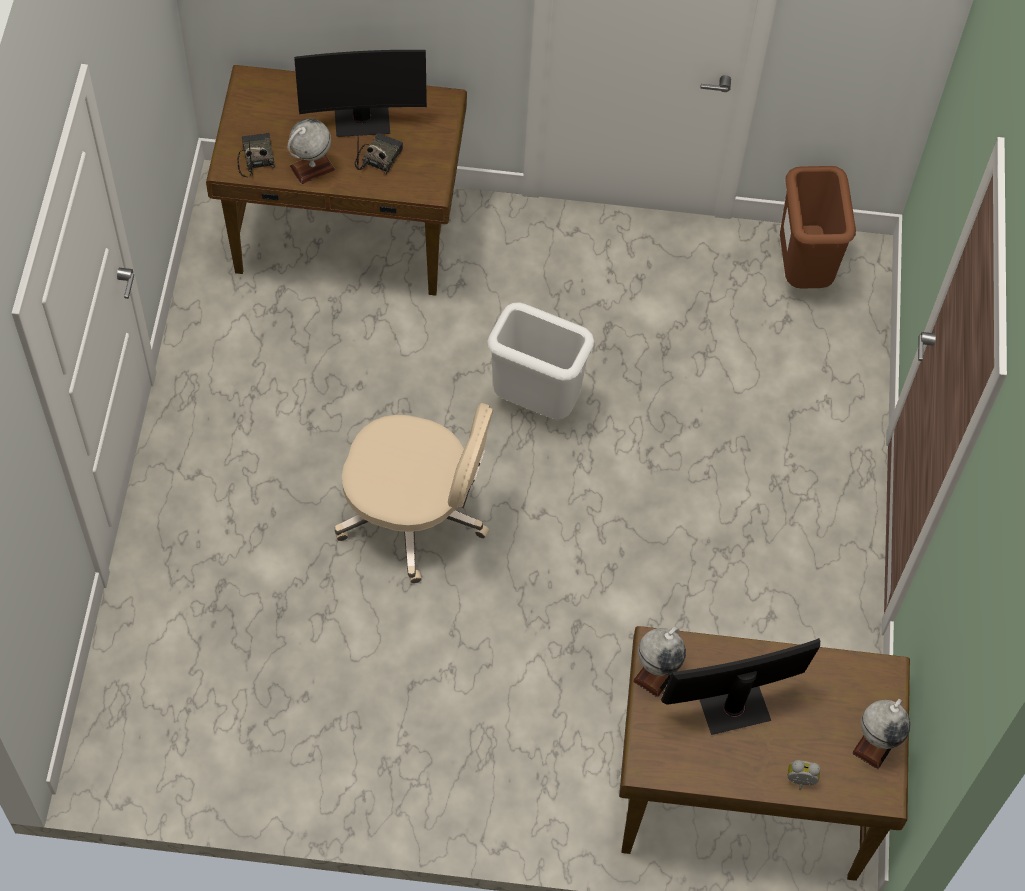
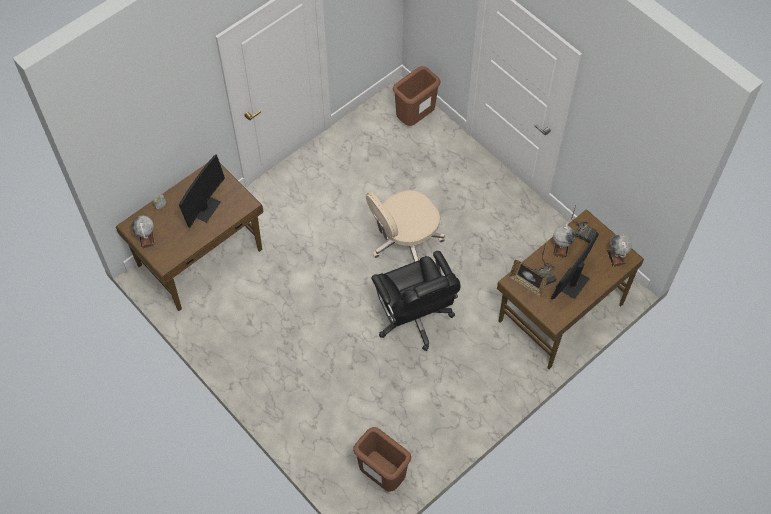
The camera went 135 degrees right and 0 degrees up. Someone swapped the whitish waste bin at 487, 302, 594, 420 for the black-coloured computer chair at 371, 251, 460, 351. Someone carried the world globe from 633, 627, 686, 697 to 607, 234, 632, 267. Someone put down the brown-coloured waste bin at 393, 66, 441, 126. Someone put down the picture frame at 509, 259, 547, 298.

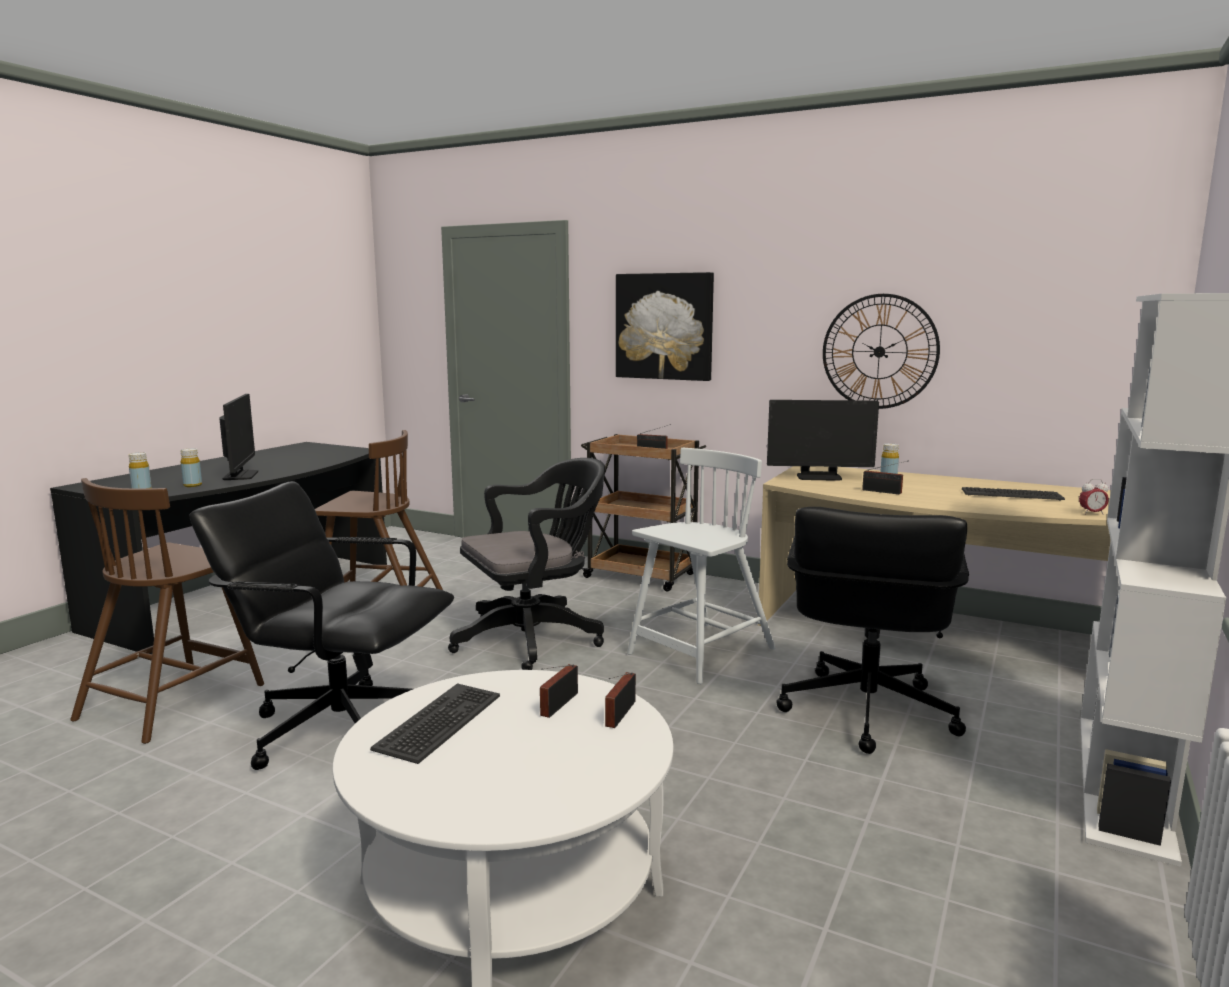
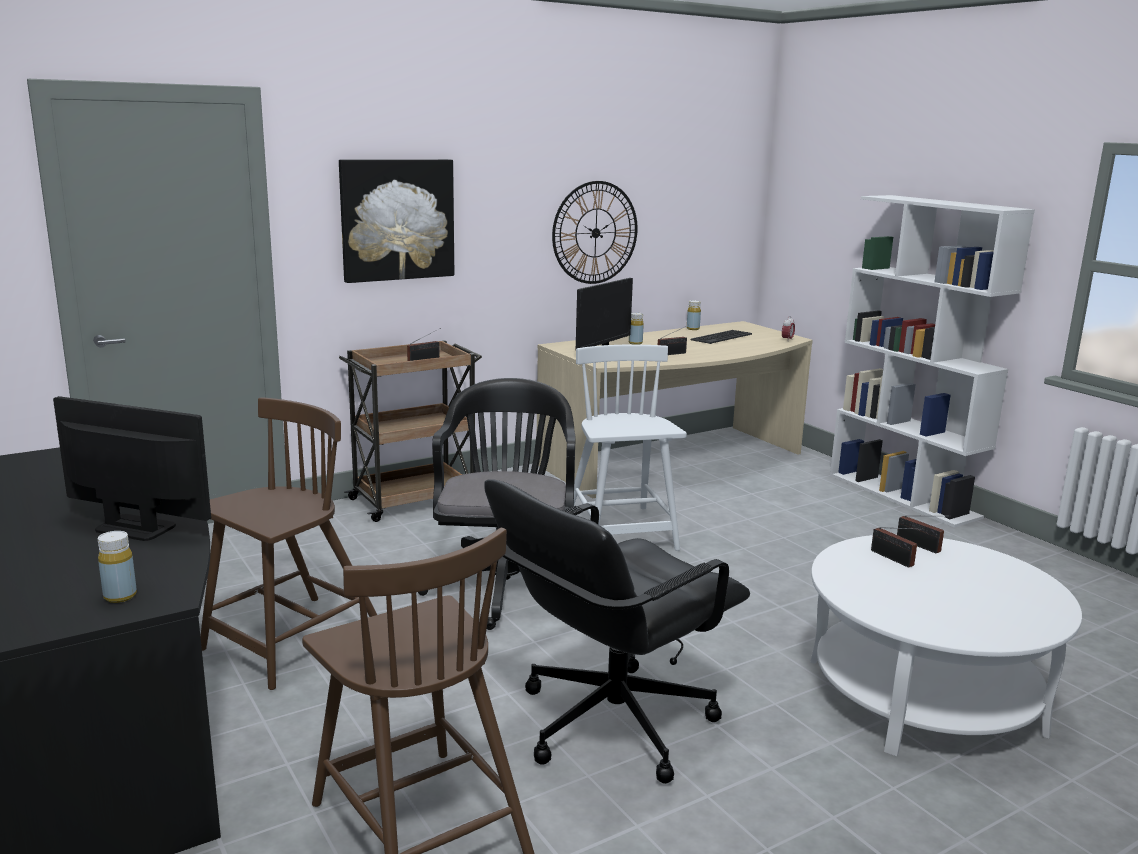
The camera went 60 degrees left and 5 degrees up. Someone carried the yellow bottle from 180, 448, 202, 487 to 687, 300, 701, 330. Someone took away the computer keyboard at 370, 683, 500, 764. Someone took away the black-coloured computer chair at 776, 507, 969, 754.

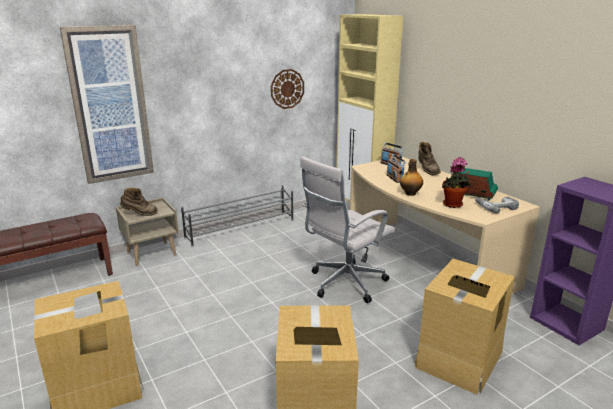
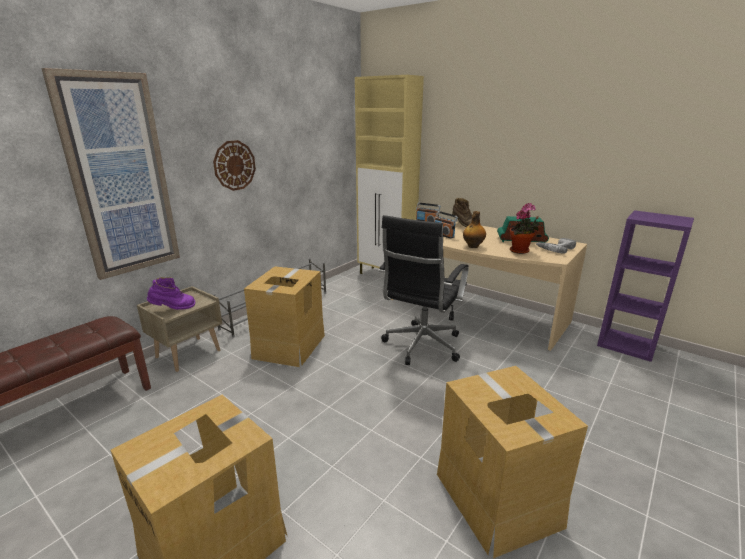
The camera went 20 degrees left and 0 degrees up. Someone repainted the brown-coloured tall boot at 120, 187, 158, 216, which became the purplish tall boot at 147, 277, 195, 310. Someone carried the wall clock from 271, 69, 304, 109 to 213, 140, 256, 191. Someone repainted the whitish computer chair at 300, 156, 395, 303, which became the black-coloured computer chair at 378, 215, 469, 365. Someone carried the packing box from 415, 259, 515, 395 to 244, 266, 325, 367.

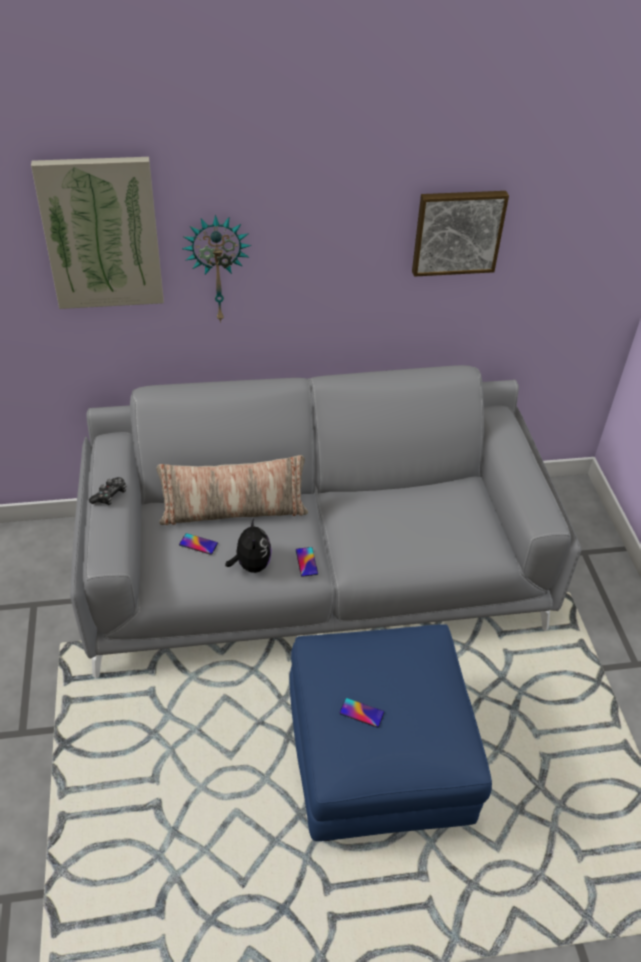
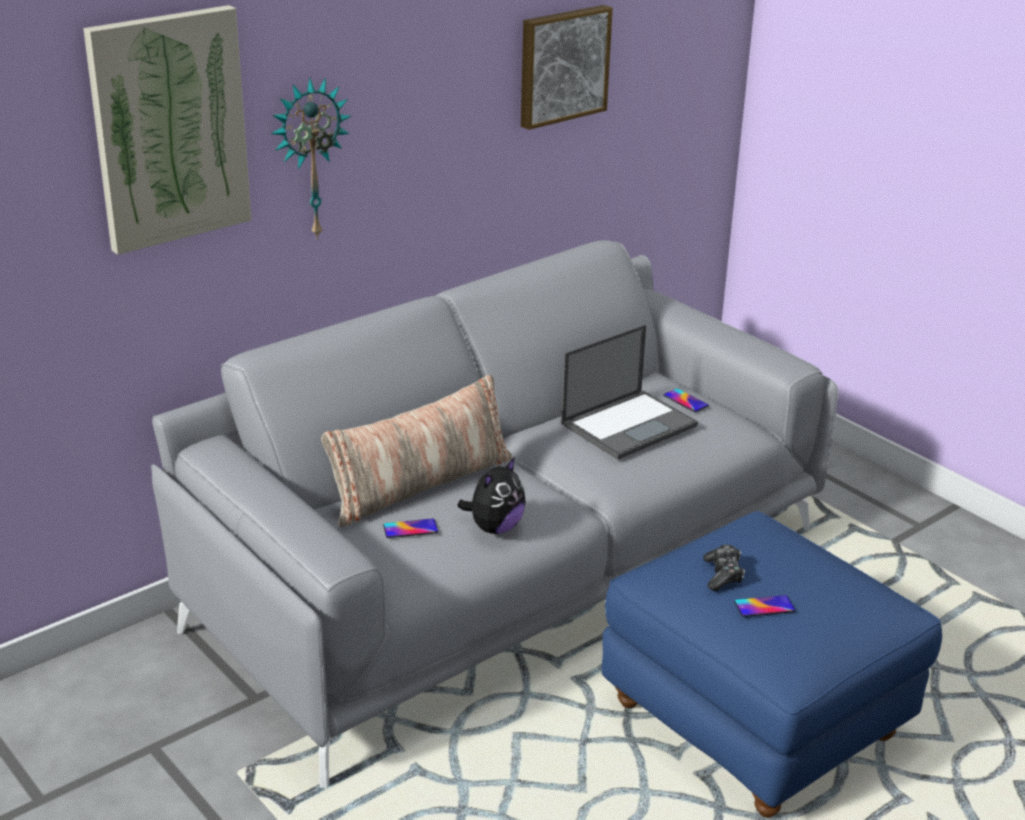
The camera went 30 degrees left and 15 degrees down. Someone carried the joypad from 89, 477, 126, 505 to 703, 545, 745, 591. Someone rotated the plush toy at 225, 518, 272, 573 by 75 degrees clockwise. Someone carried the phone from 296, 547, 318, 577 to 663, 389, 709, 412. Someone put down the notebook computer at 561, 324, 698, 459.

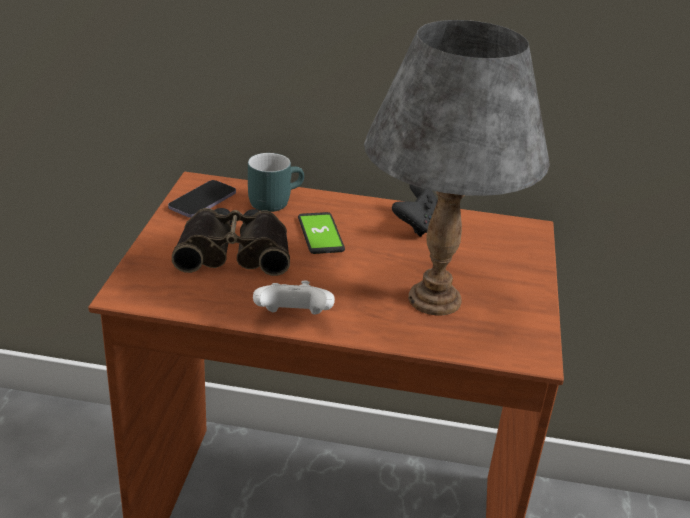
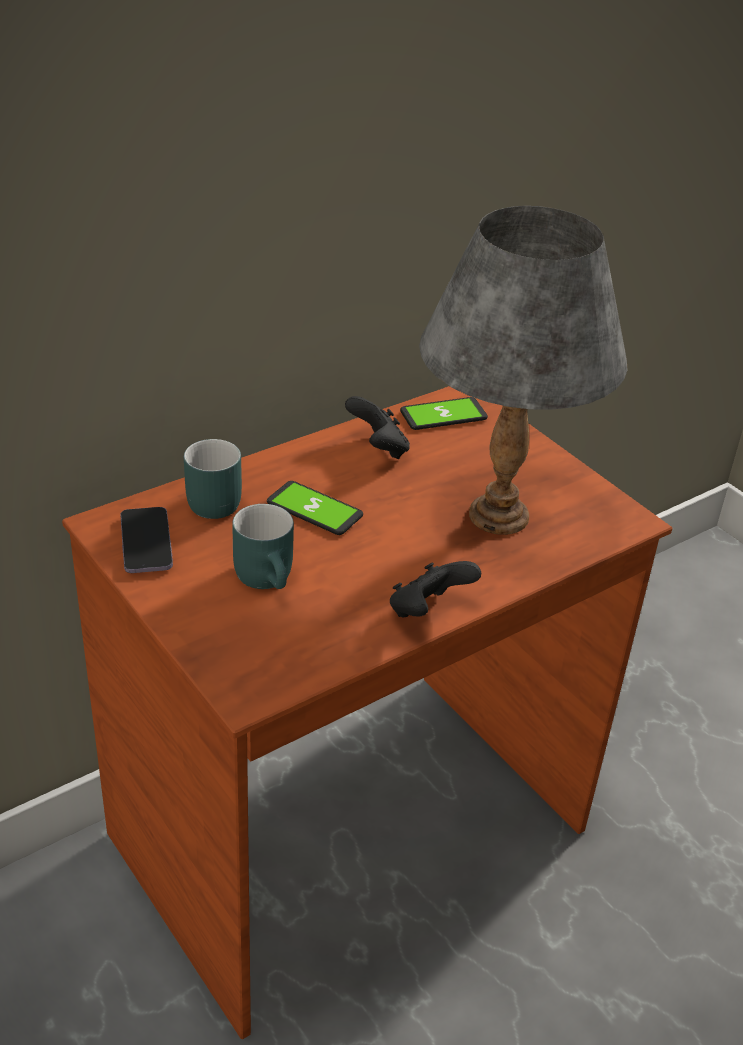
The camera went 45 degrees left and 5 degrees up. Someone swapped the pair of binoculars at 172, 208, 290, 276 for the turquoise-coloured coffee mug at 232, 504, 294, 589. Someone repainted the whitish joypad at 253, 281, 335, 315, which became the black-coloured joypad at 390, 561, 481, 618. Someone put down the phone at 400, 397, 488, 430.

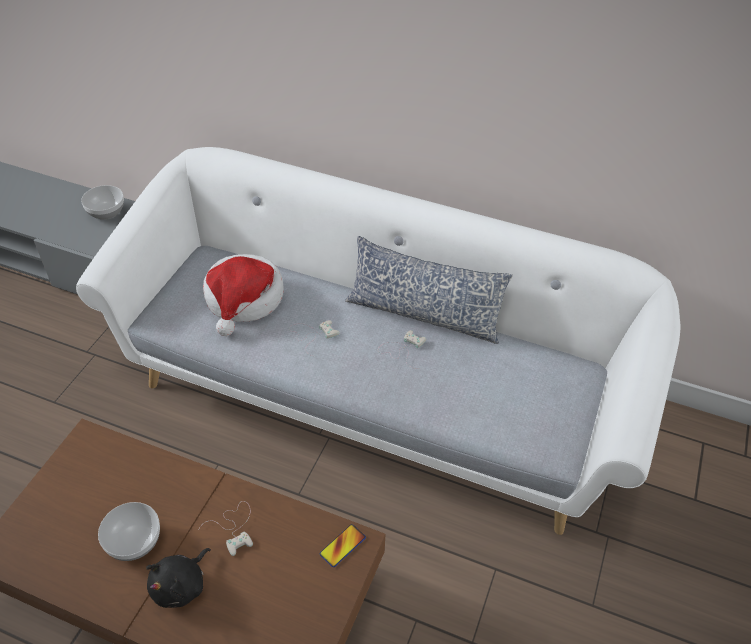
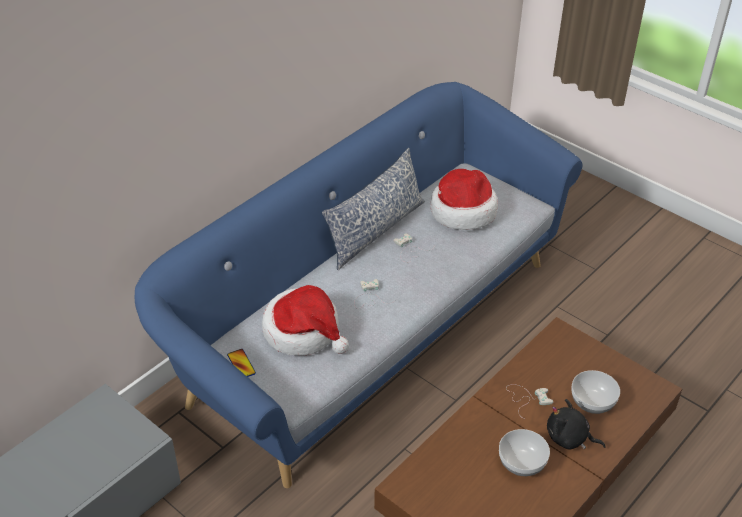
The camera went 70 degrees left and 5 degrees down. Someone repainted the whitish settee at 76, 147, 681, 535, which became the blue-coloured settee at 135, 82, 582, 488. Someone carried the bowl from 81, 185, 124, 220 to 572, 370, 620, 414. Someone rotated the black-coloured plush toy at 146, 548, 211, 608 by 150 degrees clockwise. Someone carried the phone from 320, 524, 366, 567 to 227, 349, 256, 377. Someone put down the hat at 431, 169, 498, 230.

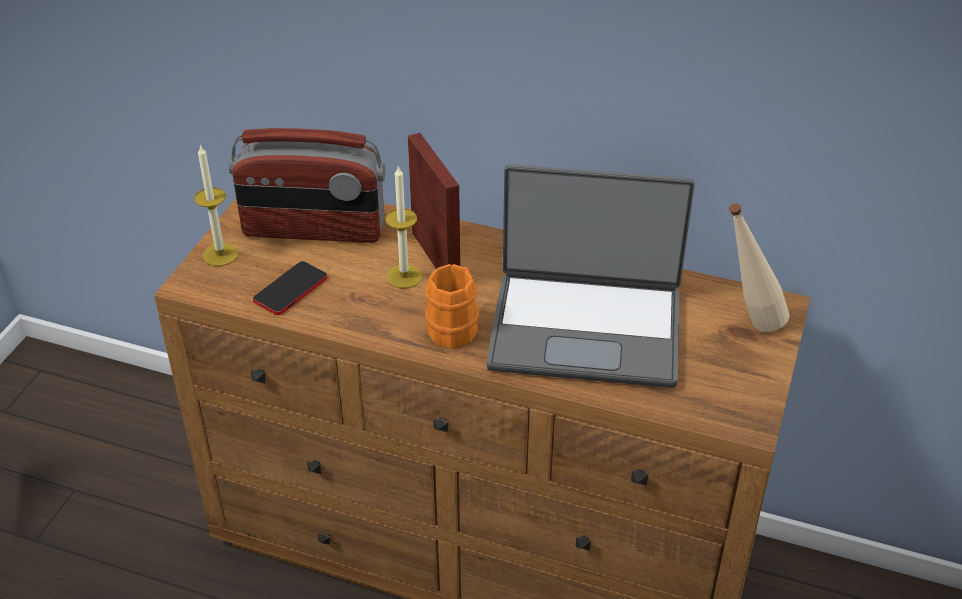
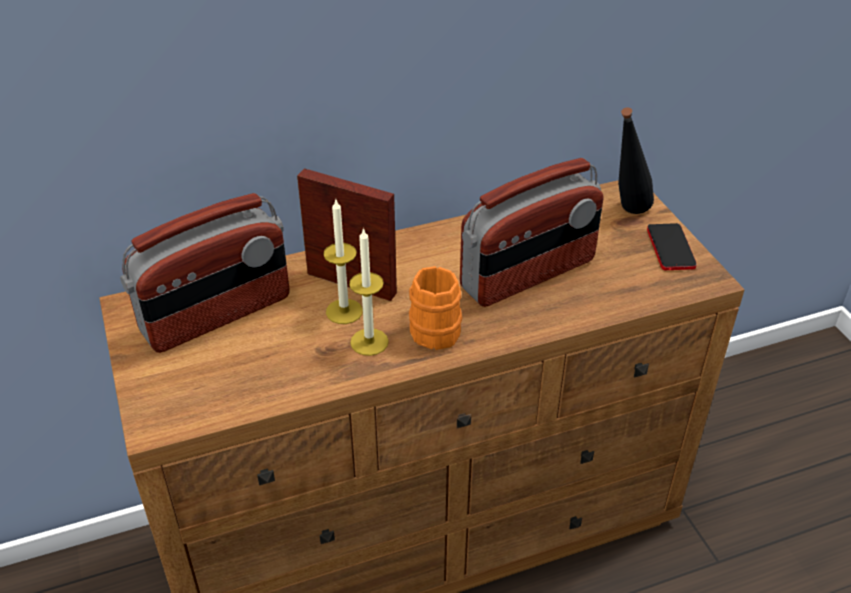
The camera went 40 degrees left and 0 degrees up. Someone carried the wax light from 194, 144, 238, 266 to 349, 228, 389, 356. Someone carried the phone from 253, 261, 327, 315 to 647, 223, 697, 270. Someone swapped the notebook computer at 486, 164, 695, 388 for the radio receiver at 460, 158, 604, 307. Someone repainted the sand-coloured bottle at 729, 203, 790, 332, which became the black-coloured bottle at 618, 107, 654, 214.

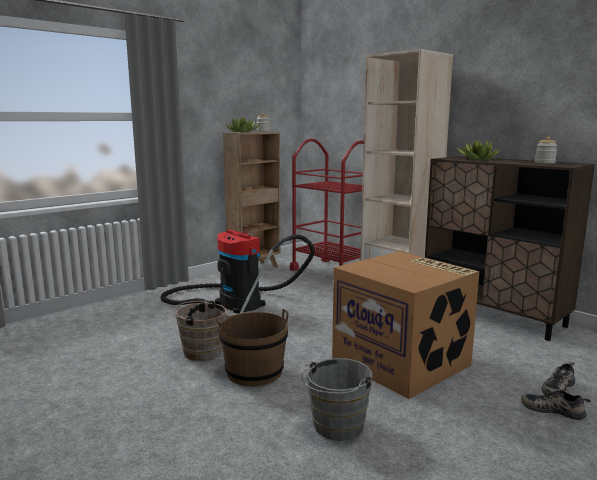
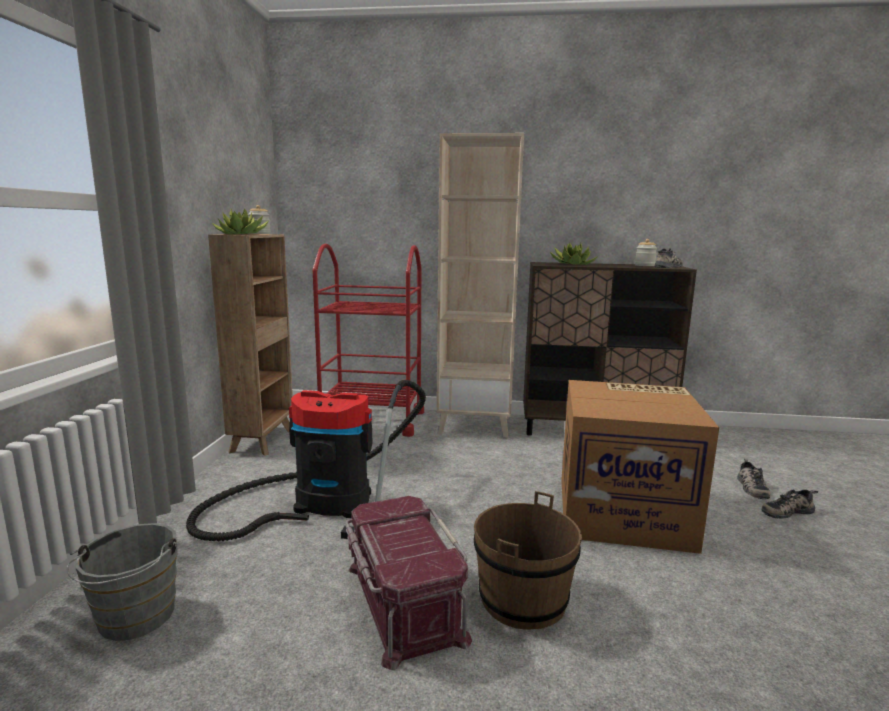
The camera went 40 degrees left and 0 degrees up. Someone swapped the brown-coloured pail at 170, 300, 227, 361 for the red storage box at 345, 496, 472, 670. Someone carried the grey pail from 302, 358, 372, 441 to 66, 523, 178, 641. Someone put down the item of footwear at 654, 248, 683, 268.

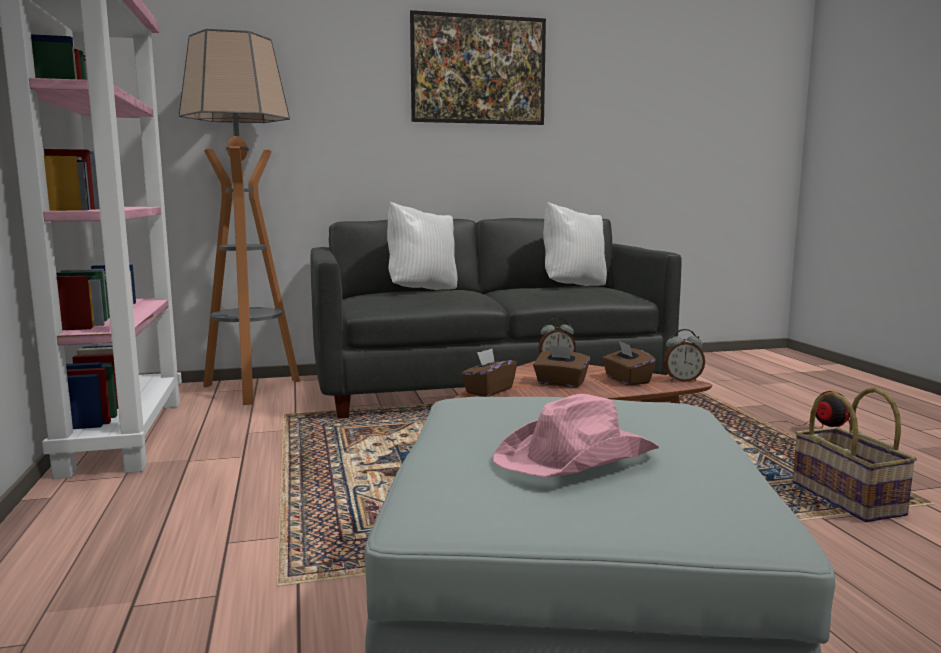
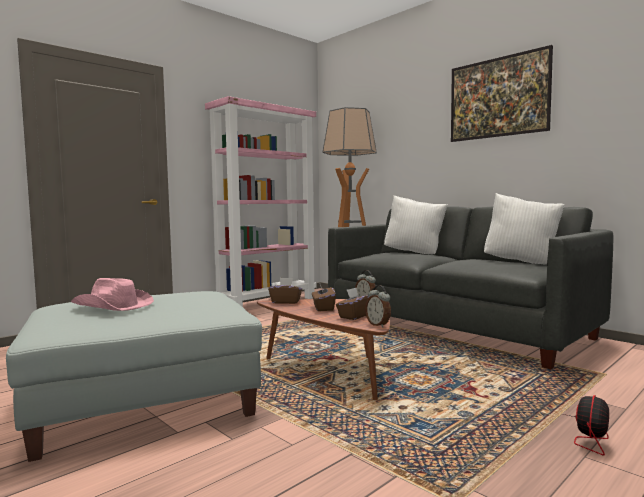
The camera went 60 degrees right and 5 degrees down. Someone took away the basket at 792, 387, 917, 522.

